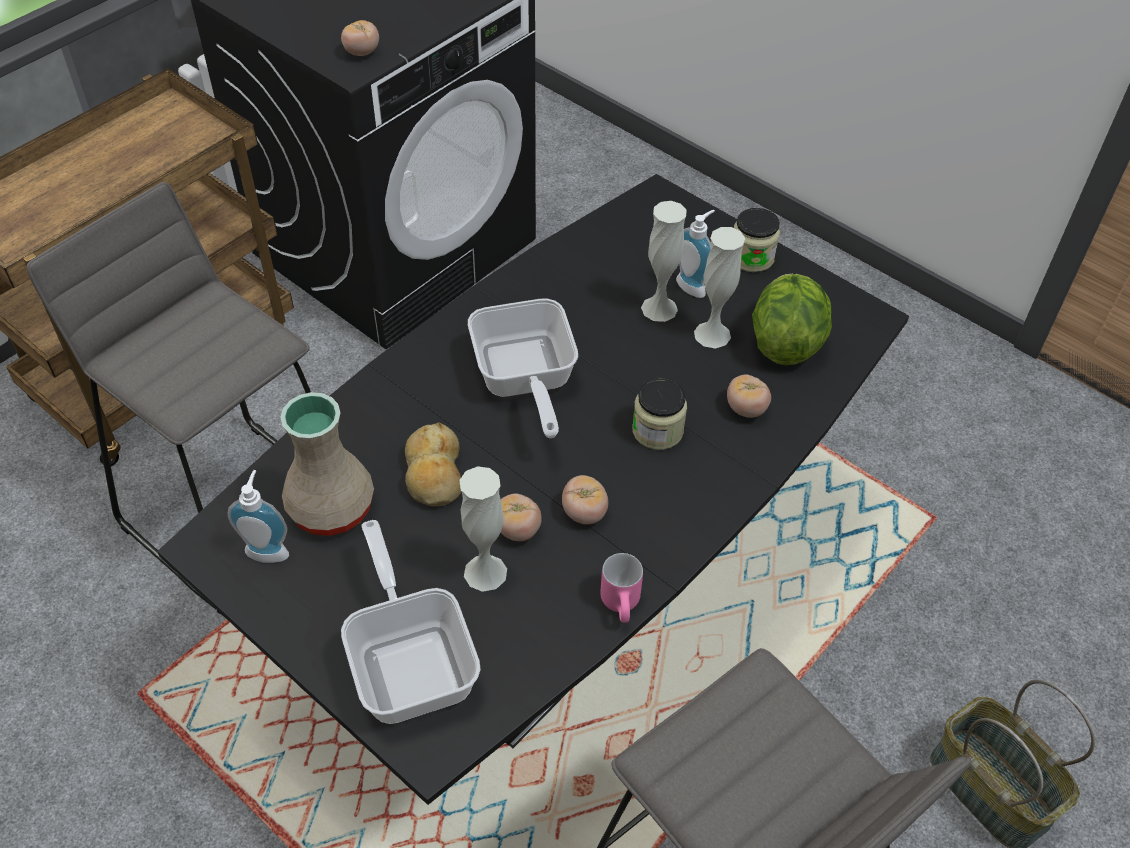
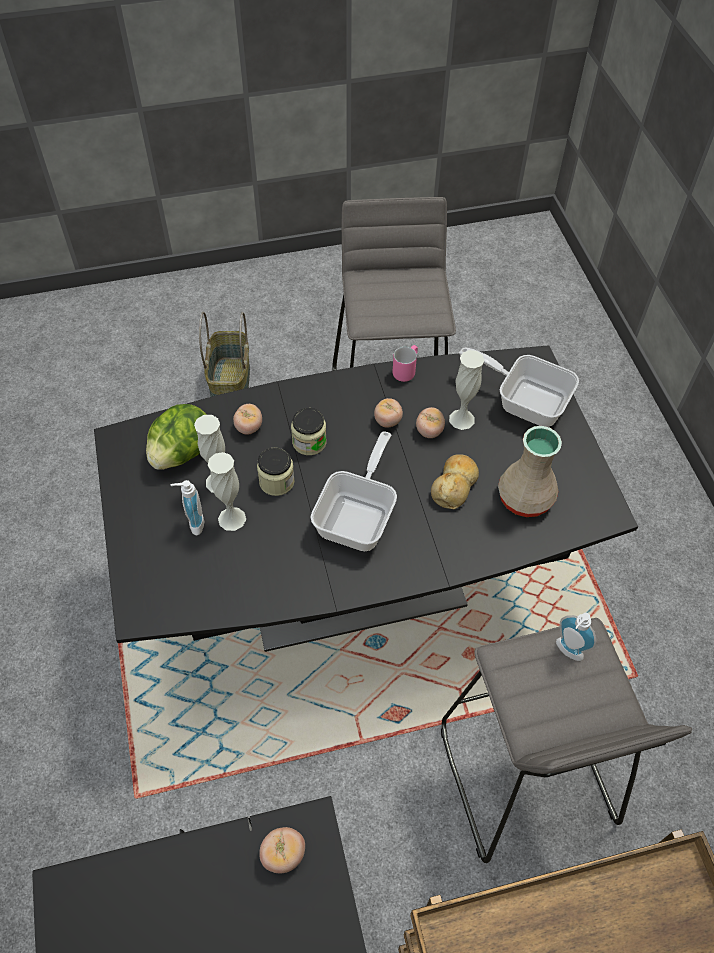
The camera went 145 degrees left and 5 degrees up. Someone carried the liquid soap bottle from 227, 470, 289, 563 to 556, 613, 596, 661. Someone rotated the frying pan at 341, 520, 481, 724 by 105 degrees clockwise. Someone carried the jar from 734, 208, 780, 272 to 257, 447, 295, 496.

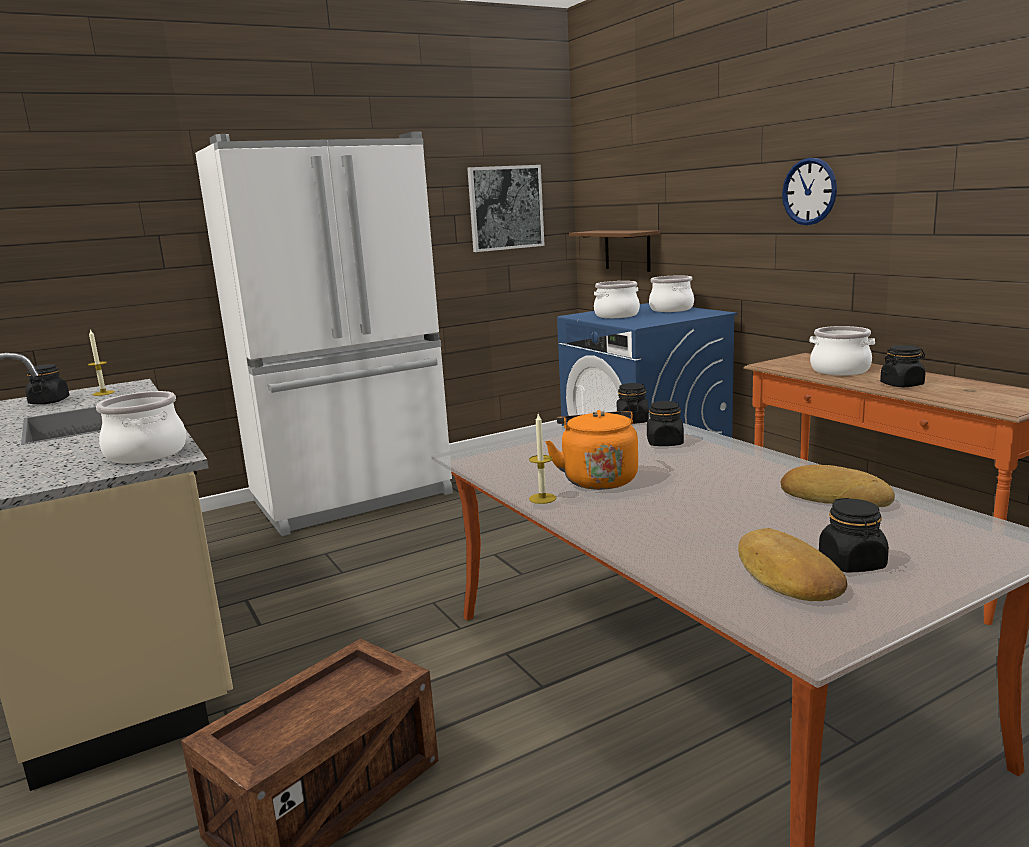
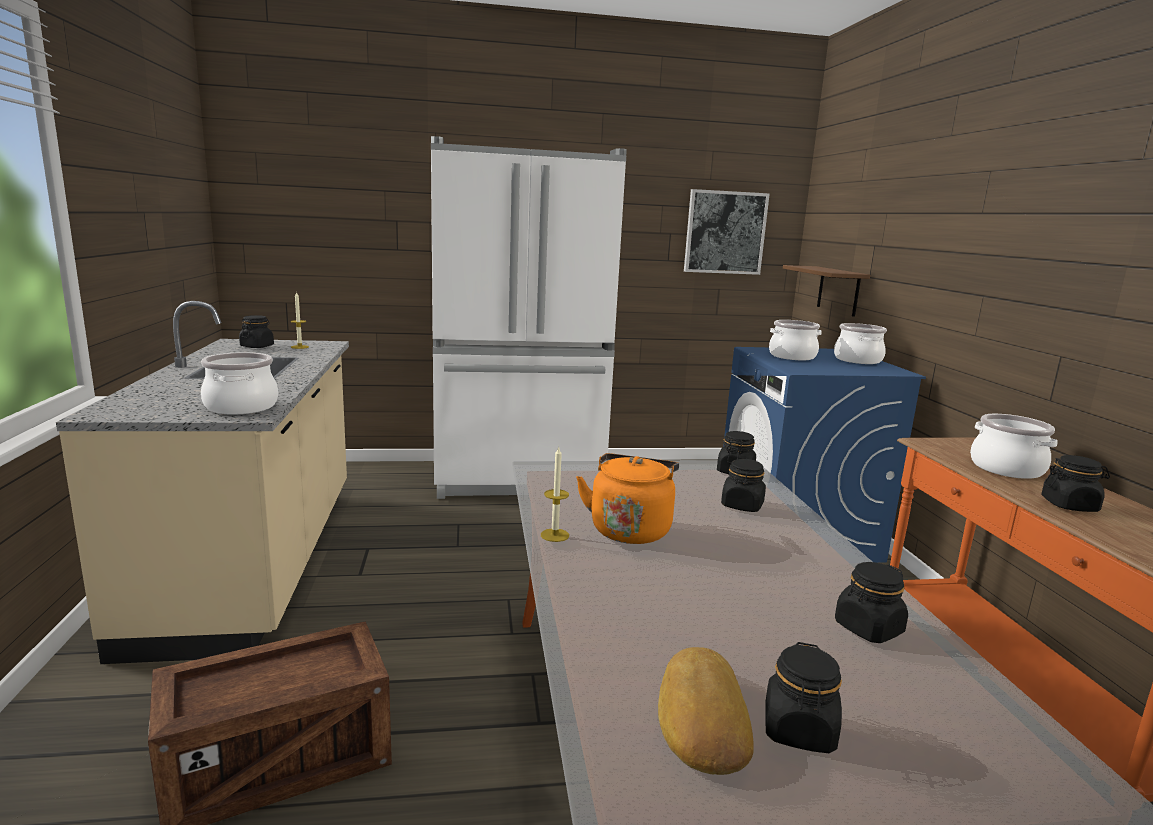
The camera went 20 degrees right and 0 degrees up. Someone swapped the bread at 780, 465, 895, 507 for the black-coloured jar at 835, 562, 908, 643. Someone took away the wall clock at 782, 158, 837, 225.

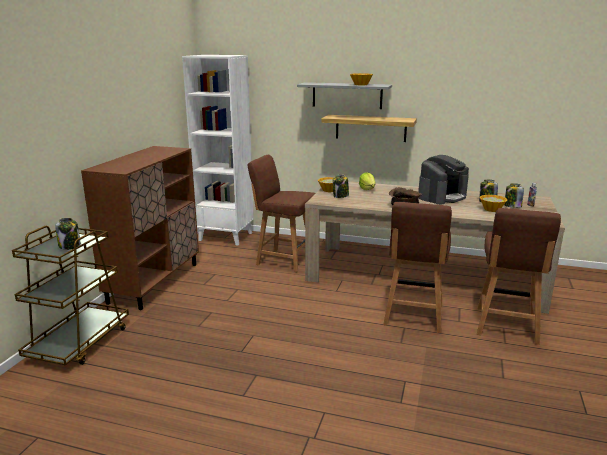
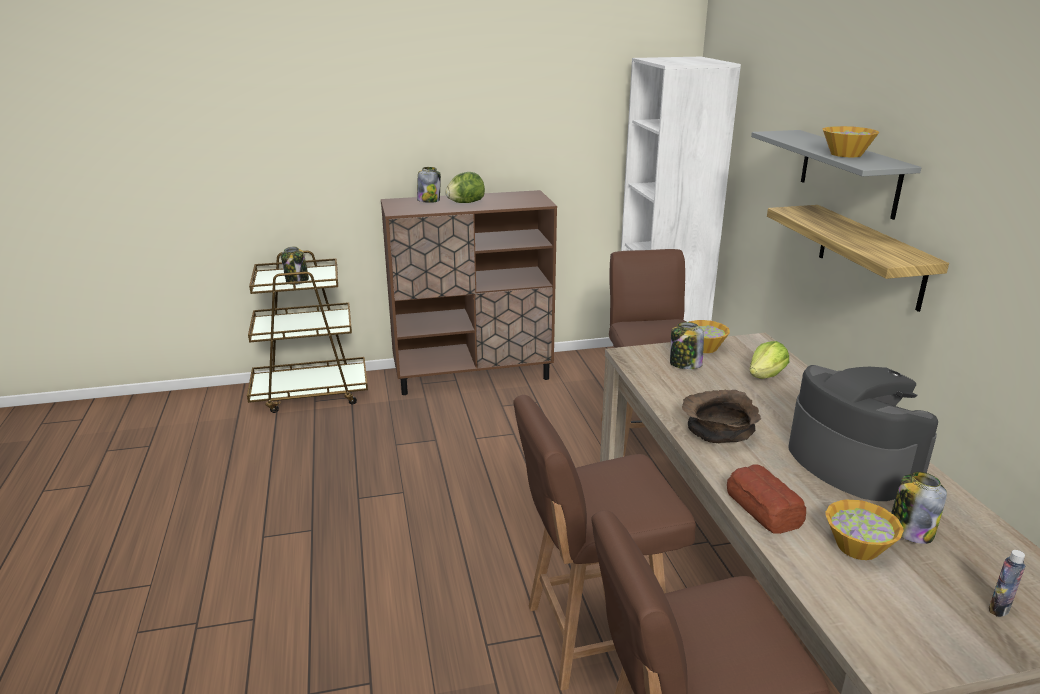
The camera went 60 degrees right and 5 degrees up. Someone rotated the coffee machine at 418, 155, 469, 204 by 135 degrees counterclockwise. Someone carried the jar from 504, 183, 524, 208 to 417, 167, 441, 203. Someone put down the lettuce head at 445, 172, 485, 203. Someone put down the bread at 727, 464, 806, 534.

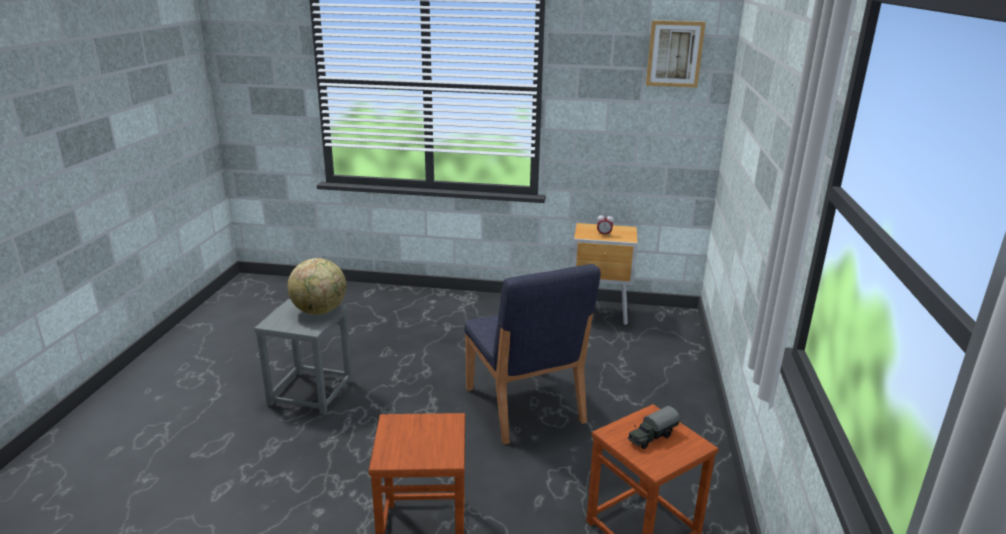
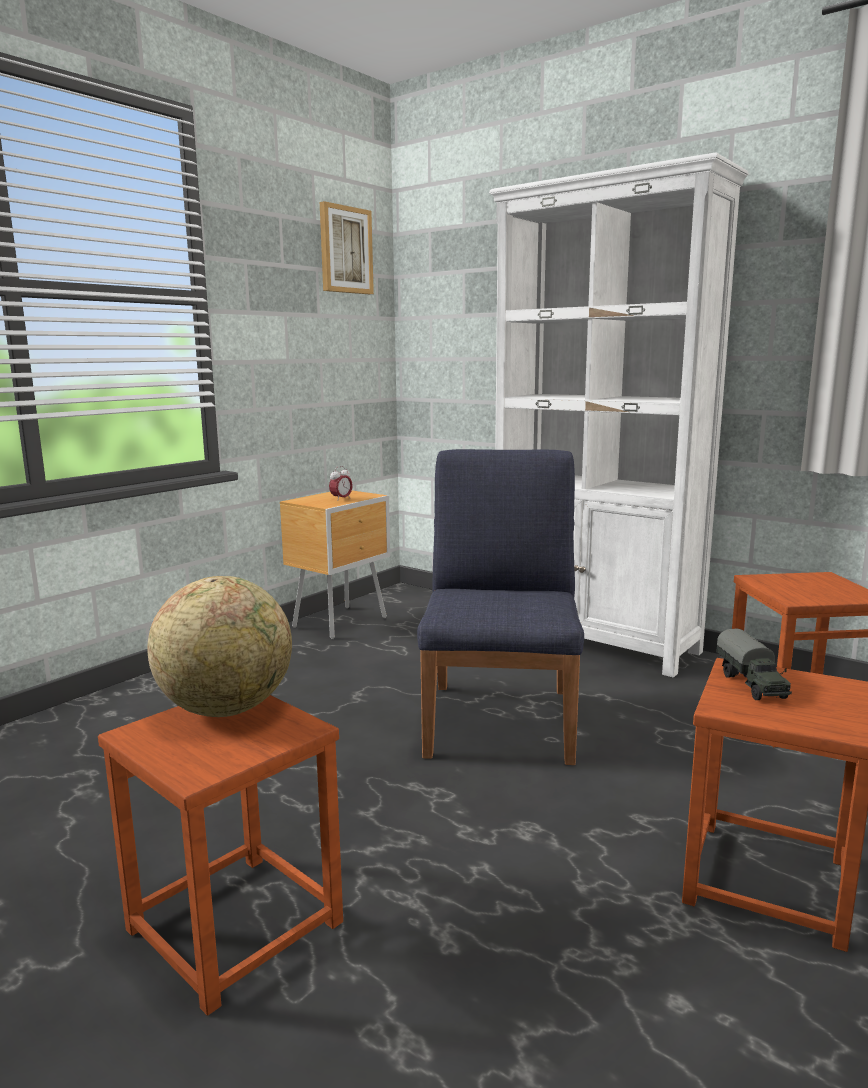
The camera went 60 degrees left and 10 degrees down. Someone repainted the grey stool seat at 254, 299, 352, 415, which became the brown-coloured stool seat at 98, 695, 343, 1016. Someone rotated the blue-coloured plain chair at 464, 264, 601, 445 by 90 degrees counterclockwise. Someone carried the toy truck from 628, 406, 680, 449 to 716, 629, 792, 700. Someone put down the whitish bookshelf at 489, 152, 749, 678.

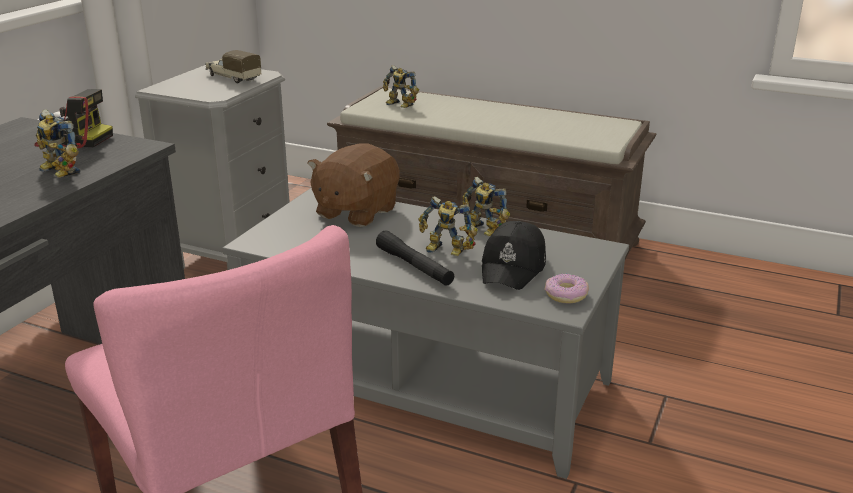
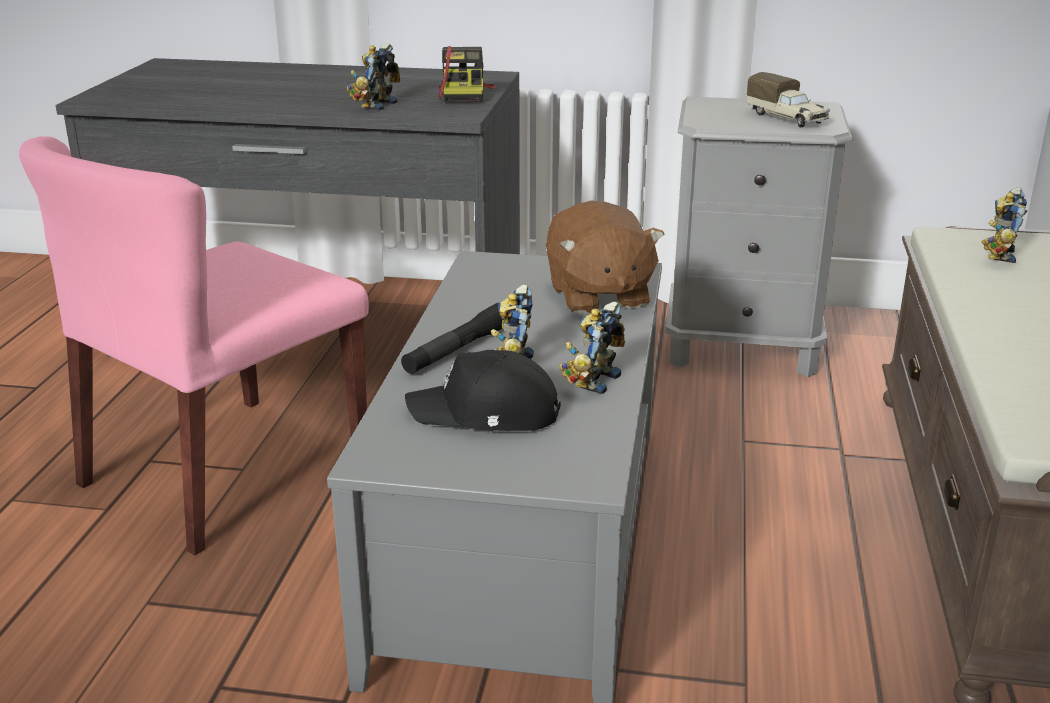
The camera went 75 degrees right and 0 degrees up. Someone rotated the toy truck at 205, 50, 261, 83 by 120 degrees clockwise. Someone rotated the brown-coloured plush toy at 307, 143, 400, 227 by 120 degrees counterclockwise. Someone took away the ring doughnut at 544, 273, 589, 304.

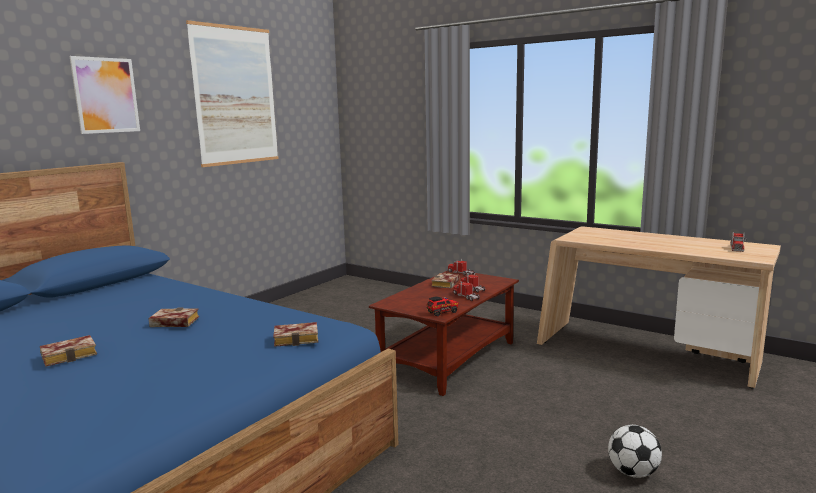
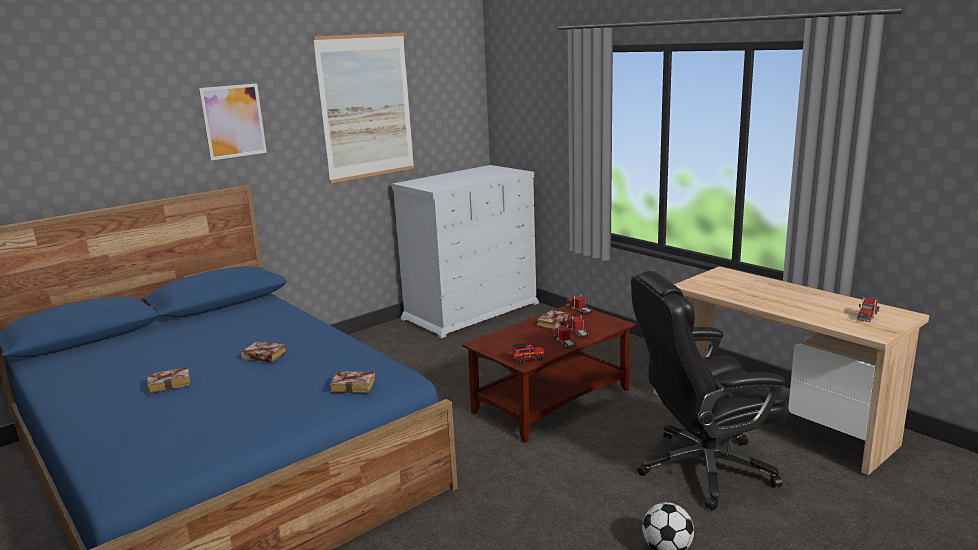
The camera went 15 degrees right and 5 degrees up. Someone put down the whitish drawer chest at 392, 165, 539, 338. Someone put down the black-coloured computer chair at 631, 271, 787, 511.

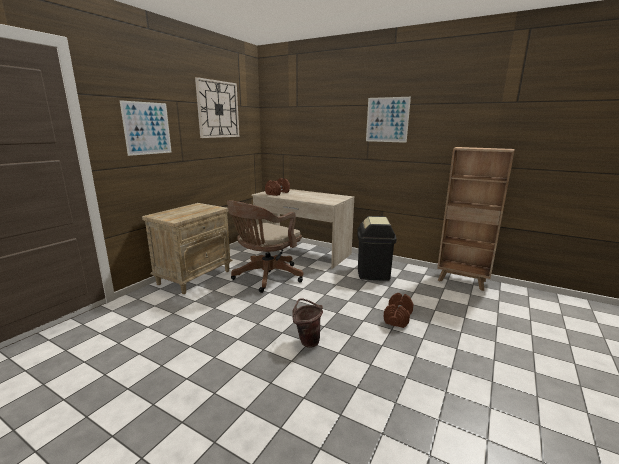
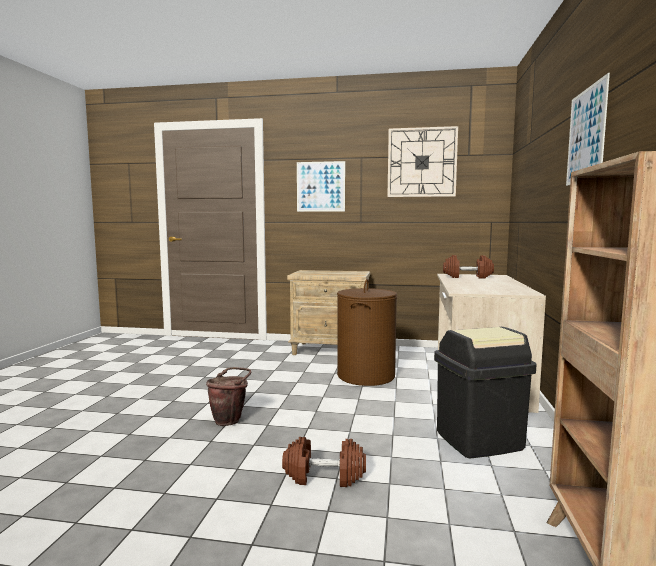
The camera went 70 degrees right and 10 degrees down. Someone swapped the brown-coloured computer chair at 227, 200, 303, 293 for the brown-coloured laundry basket at 337, 279, 397, 386.

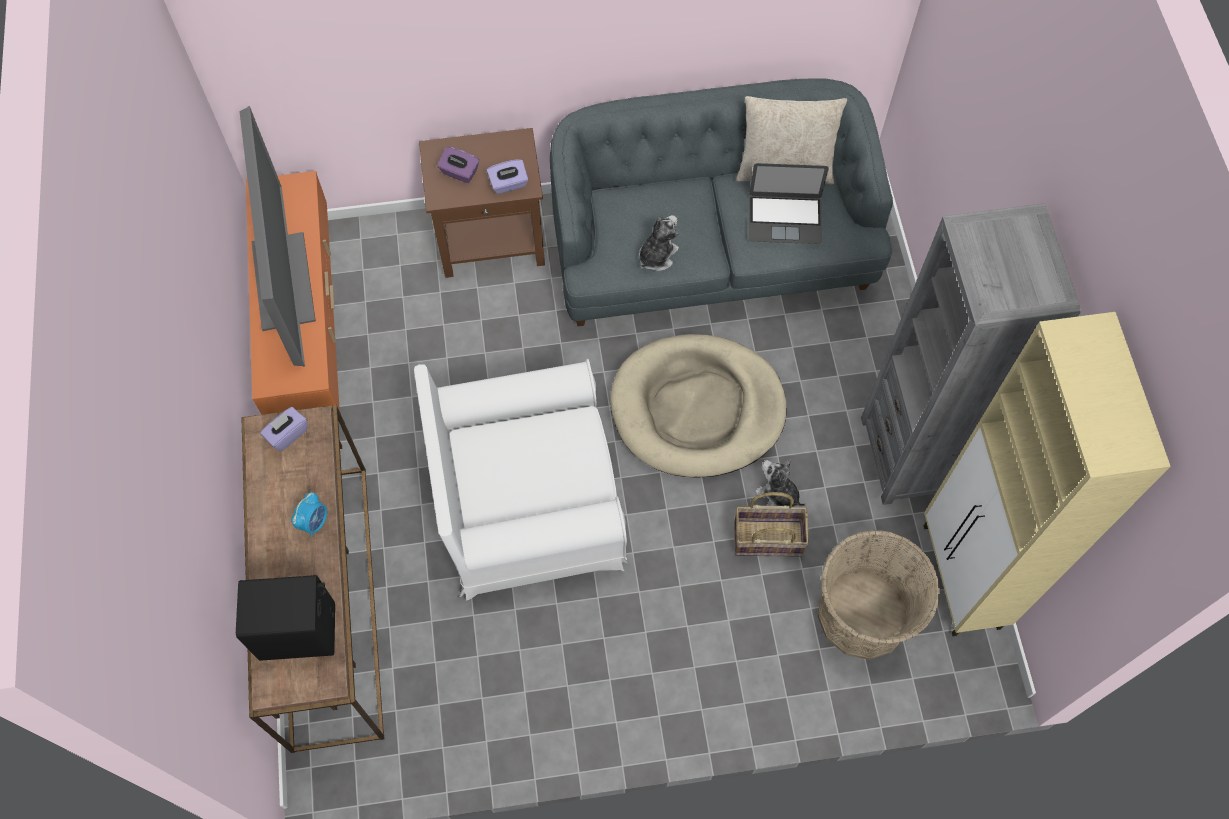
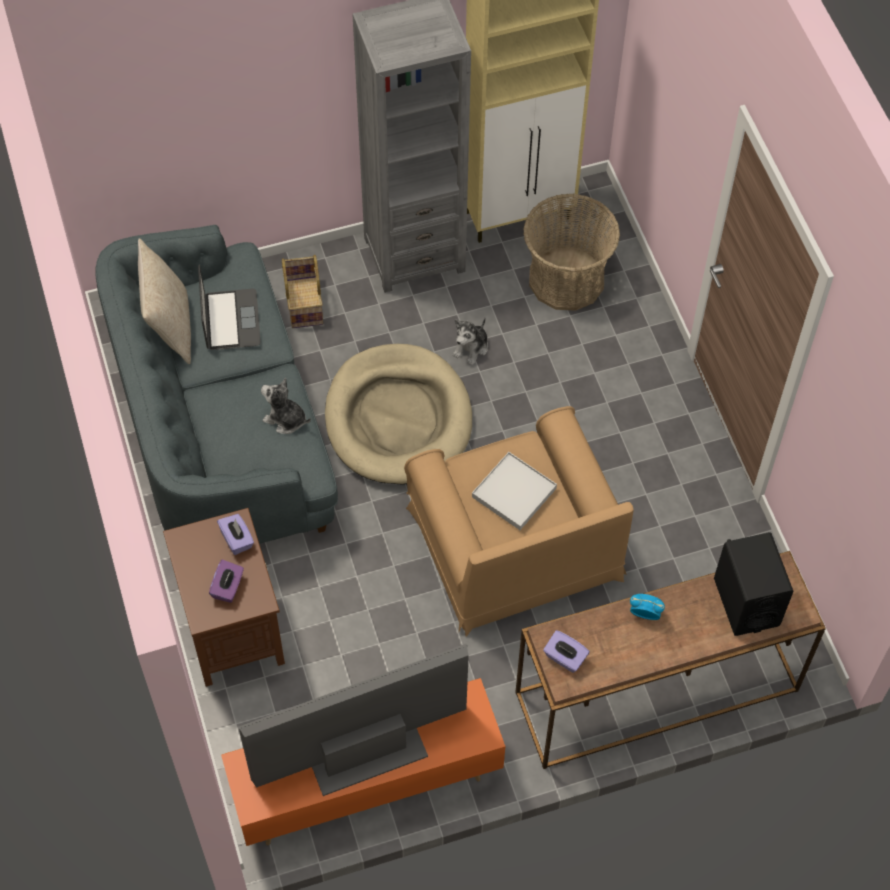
The camera went 100 degrees left and 5 degrees down. Someone repainted the whitish lounge chair at 414, 359, 627, 601, which became the brown-coloured lounge chair at 404, 406, 634, 636. Someone carried the basket from 734, 492, 809, 557 to 282, 255, 323, 328. Someone put down the whitish tray at 472, 452, 557, 530.

